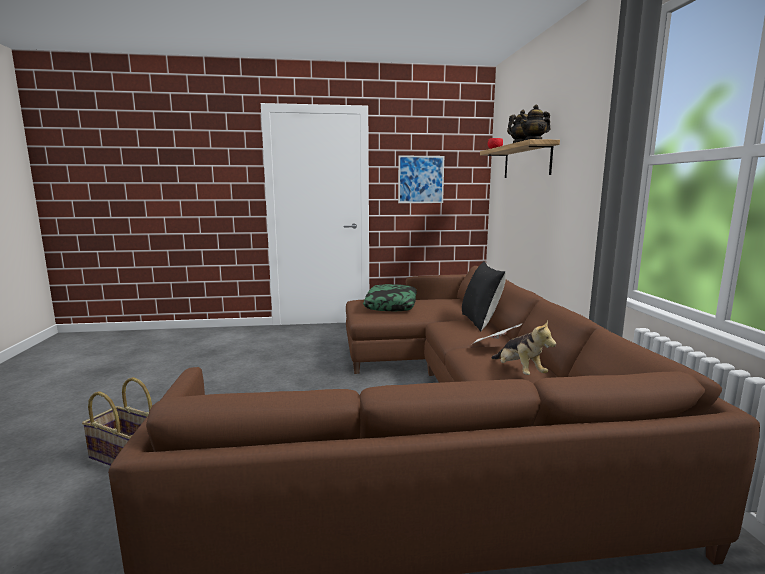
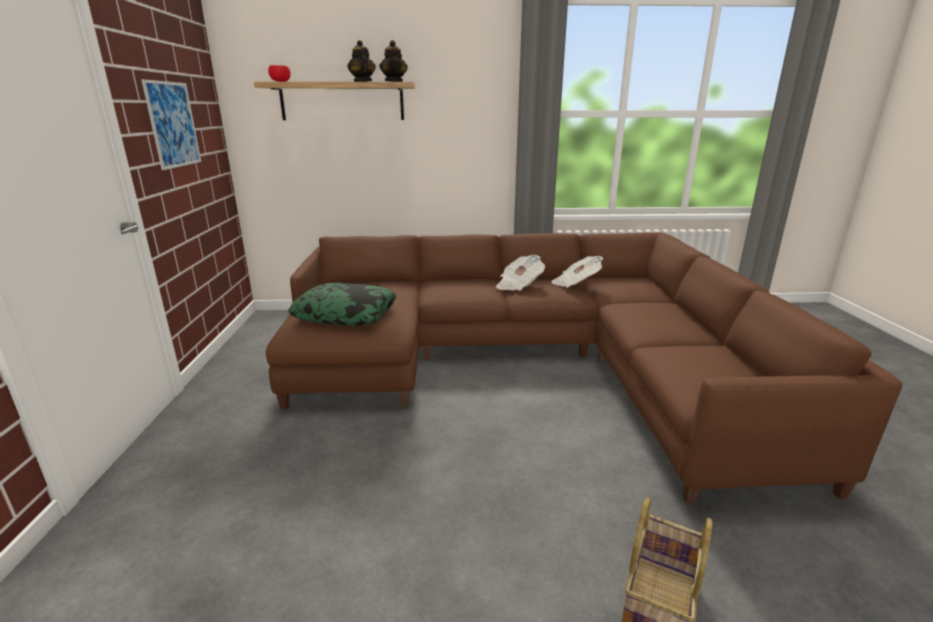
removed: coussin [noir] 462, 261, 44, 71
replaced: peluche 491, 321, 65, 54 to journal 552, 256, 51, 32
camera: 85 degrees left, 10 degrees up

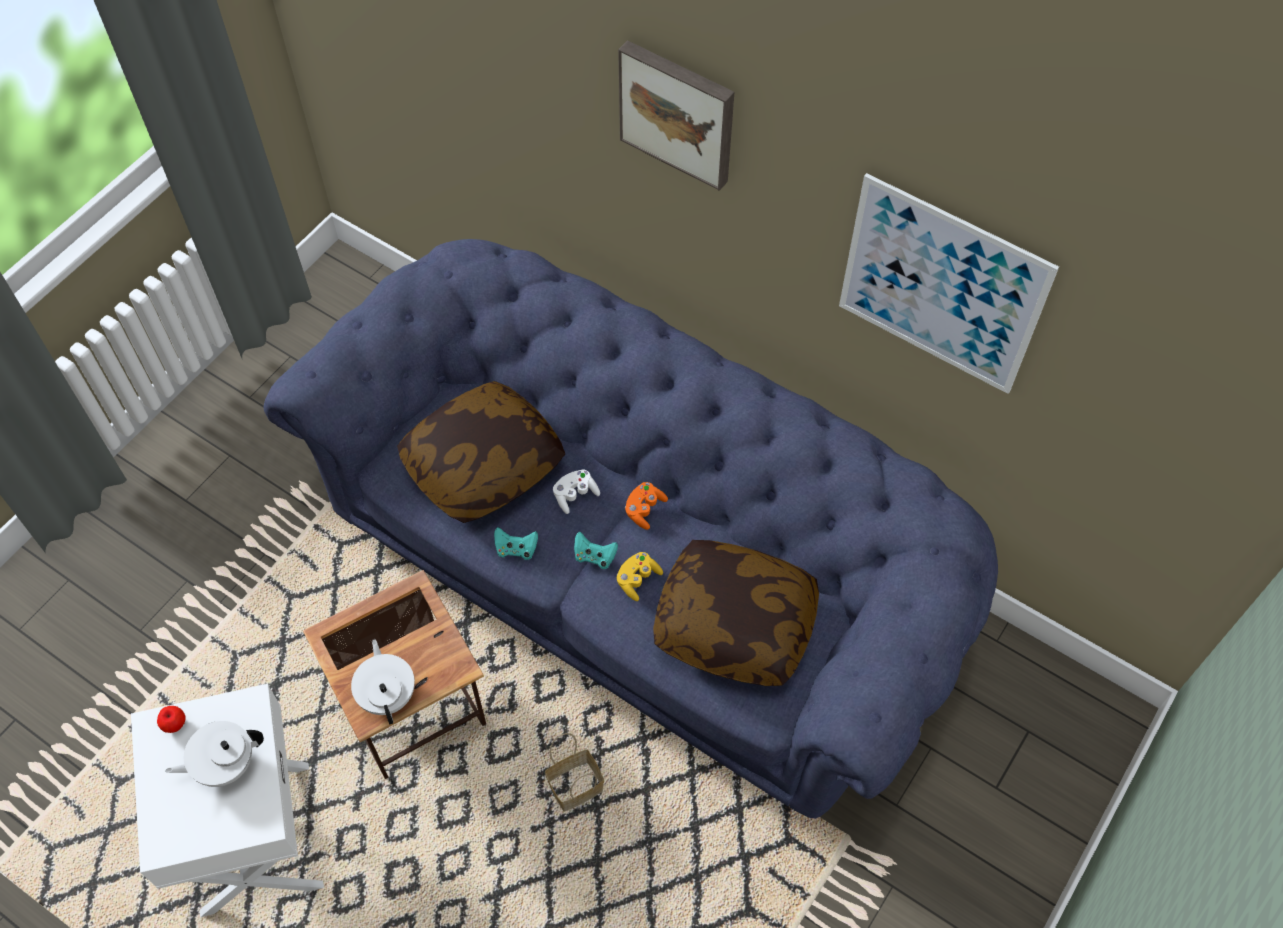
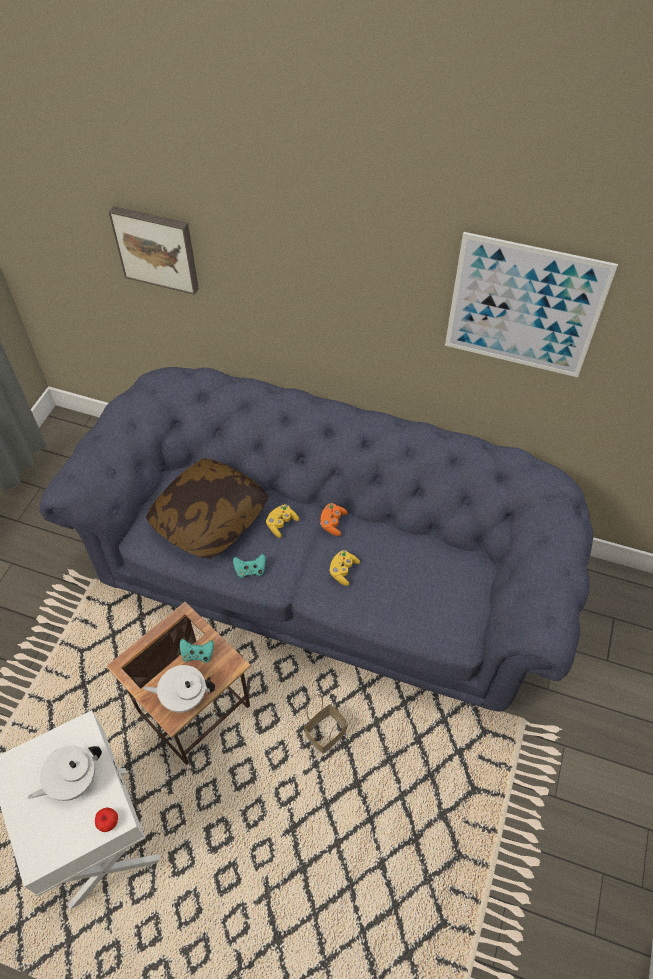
removed: coussin 653, 540, 166, 146
moved: tableau 618, 40, 116, 151 to 109, 206, 90, 89; manette [turquoise] 574, 532, 44, 37 to 180, 639, 34, 24; pomme 157, 706, 29, 27 to 95, 808, 23, 24
recoloured: manette [blanc] 553, 469, 47, 45 to manette [jaune] 266, 505, 33, 33
turned: théière [blanc] 351, 639, 64, 85 = 143, 665, 72, 48 60 degrees counterclockwise
camera: 15 degrees left, 5 degrees down

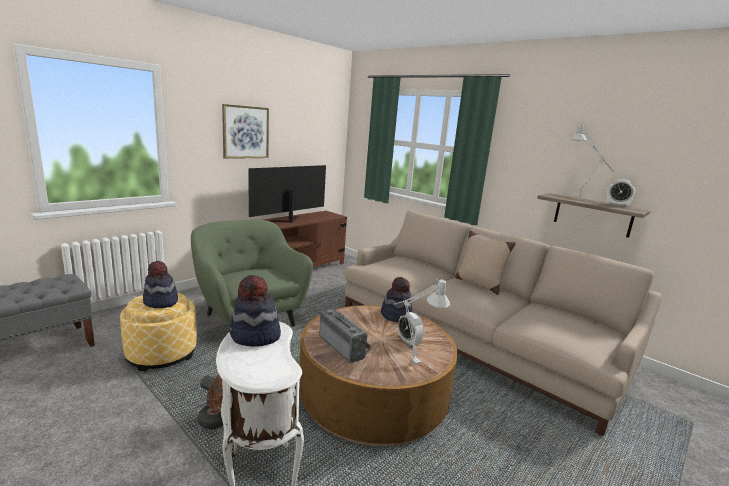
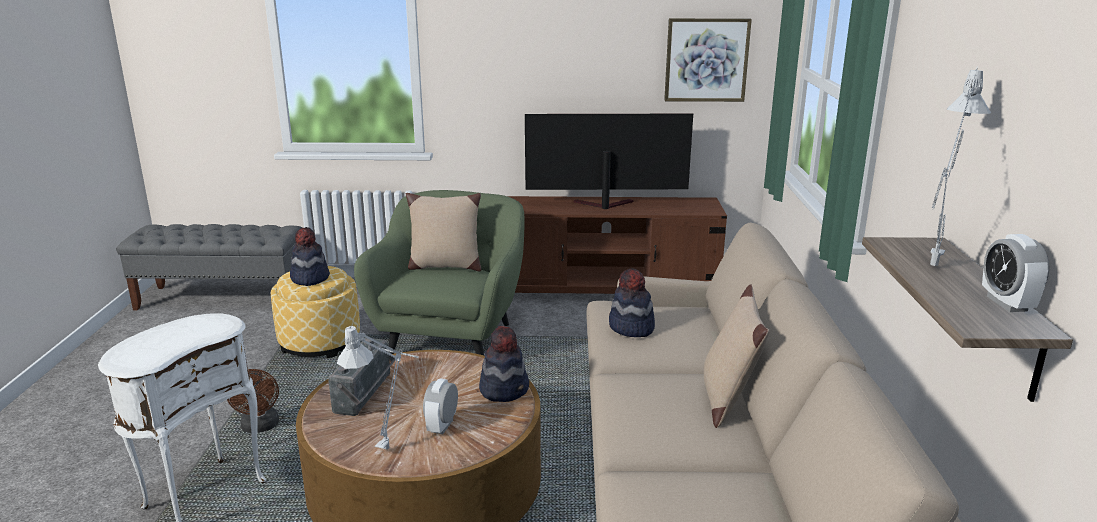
added: coussin [beige] 406, 193, 75, 79
moved: tableau 222, 104, 47, 55 to 664, 18, 88, 84; chapeau 230, 275, 51, 72 to 609, 268, 46, 69
camera: 50 degrees right, 5 degrees up

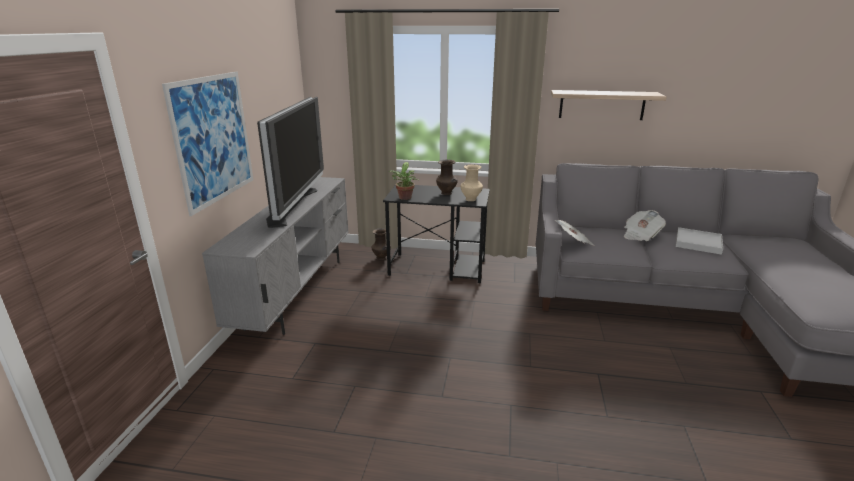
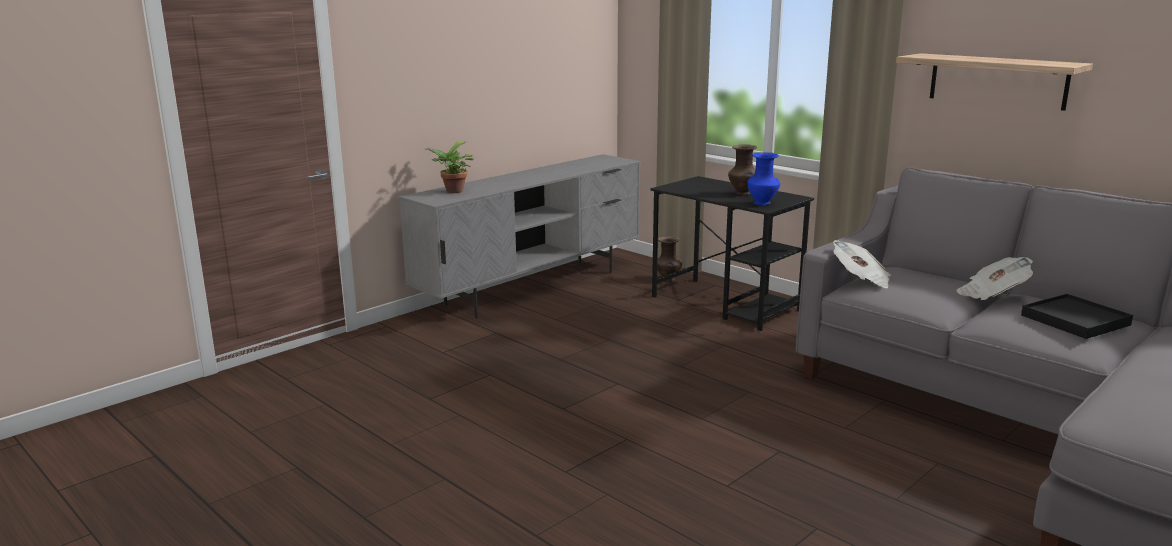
removed: tableau 162, 72, 91, 144; téléviseur 257, 97, 67, 131
moved: plante en pot 389, 162, 29, 38 to 424, 142, 50, 51
recoloured: vase [beige] 461, 164, 22, 37 to vase [bleu] 747, 152, 33, 53; plateau [blanc] 676, 227, 47, 28 to plateau [noir] 1021, 294, 112, 45
camera: 35 degrees right, 5 degrees down

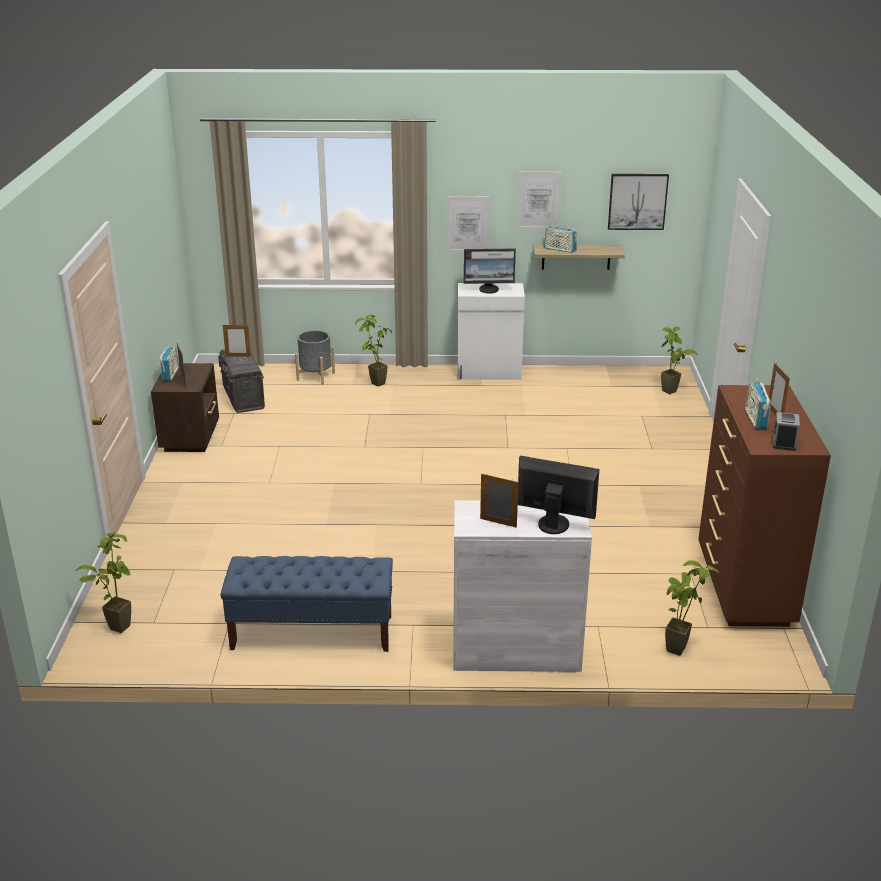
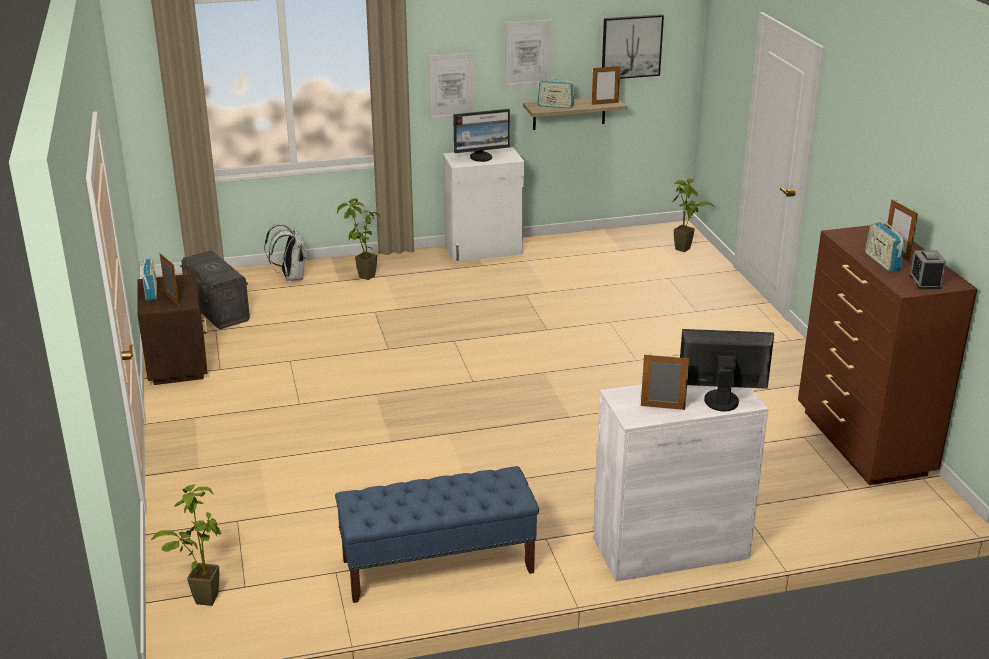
removed: plante en pot 665, 560, 55, 96
moved: cadre photo 223, 325, 28, 32 to 592, 65, 28, 40
replaced: cache-pot [gris] 295, 330, 40, 55 to sac à dos [blanc] 264, 224, 43, 57
camera: 15 degrees left, 0 degrees up

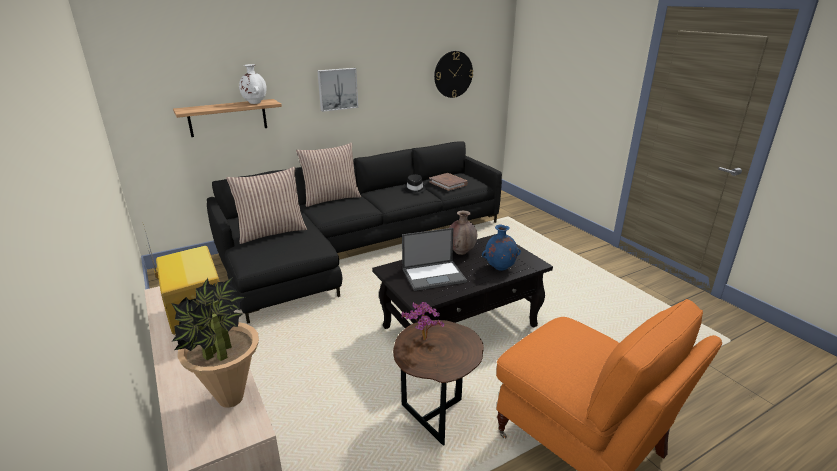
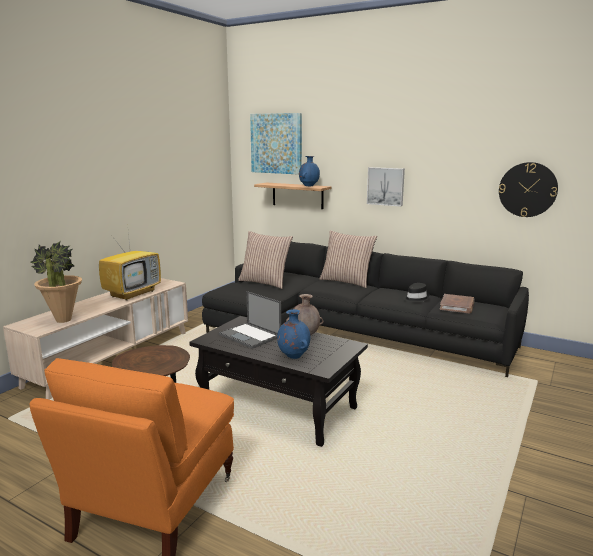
removed: plante en pot 401, 302, 43, 38
added: tableau 250, 113, 52, 62
recoloured: vase [blanc] 239, 64, 28, 40 to vase [bleu] 299, 156, 21, 30
camera: 60 degrees right, 10 degrees down

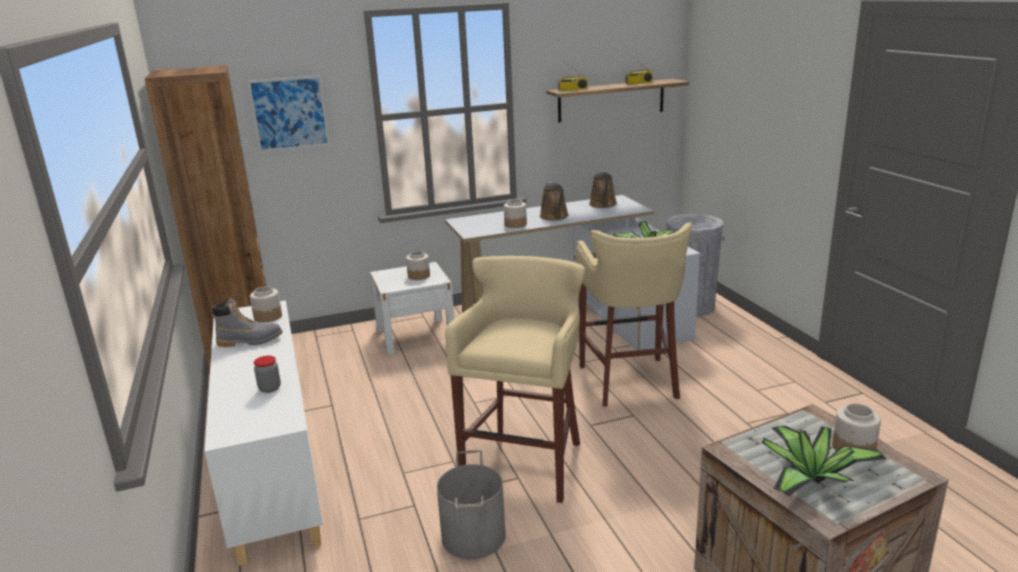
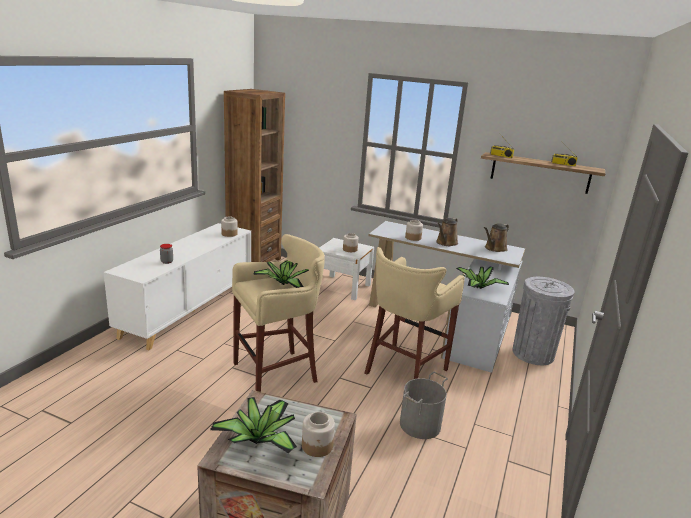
removed: tableau 247, 75, 83, 78; botte [gris] 212, 298, 71, 49
added: plante en pot 253, 260, 56, 28
moved: seau [gris] 437, 450, 69, 109 to 400, 372, 48, 67
camera: 40 degrees right, 0 degrees up

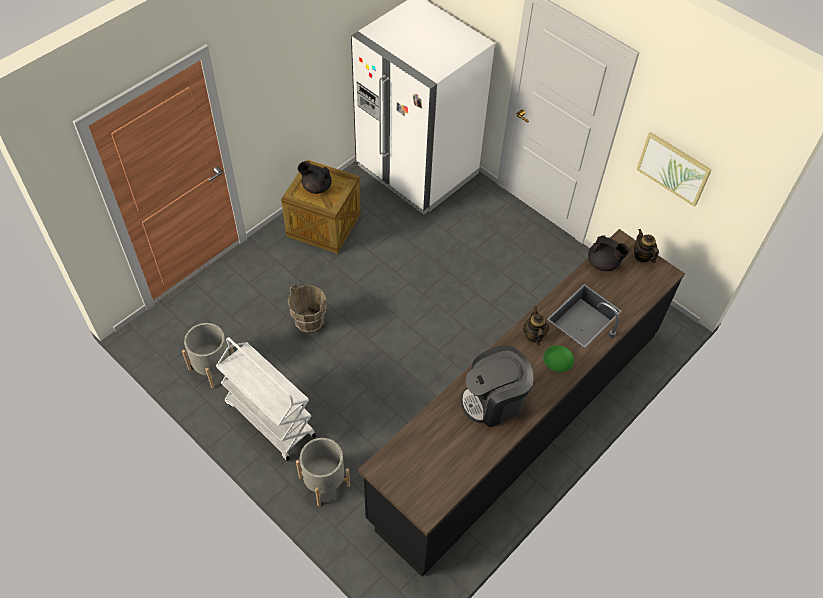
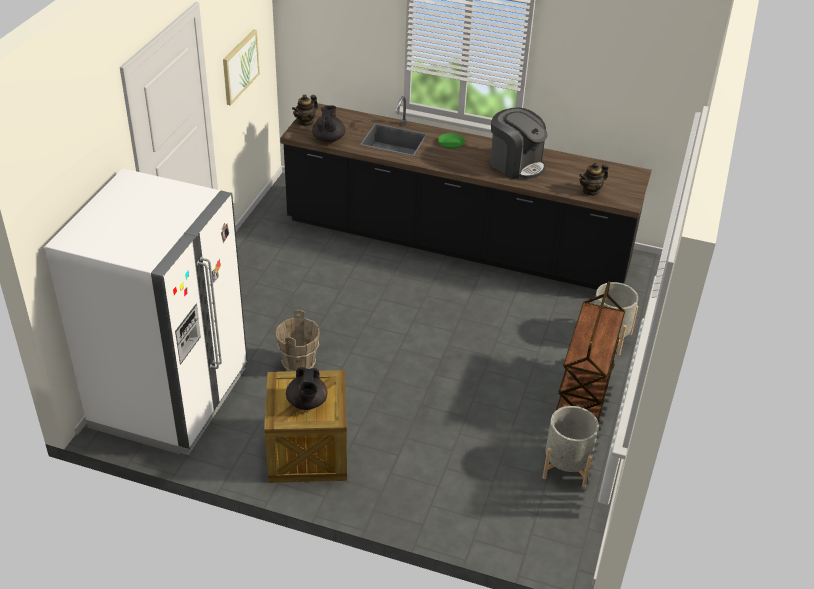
moved: seau [marron] 288, 284, 38, 50 to 275, 310, 45, 61; théière 523, 306, 26, 39 to 579, 163, 29, 33
recoloured: chariot [blanc] 216, 337, 100, 124 to chariot [marron] 556, 281, 69, 142
camera: 115 degrees left, 15 degrees down

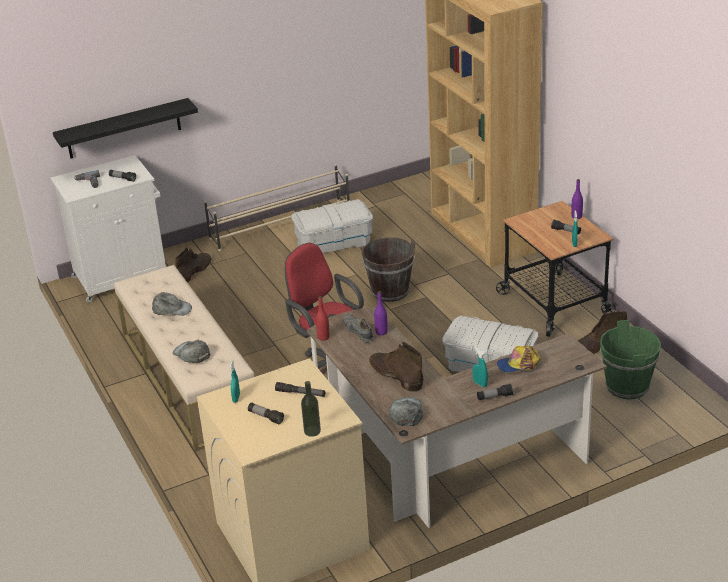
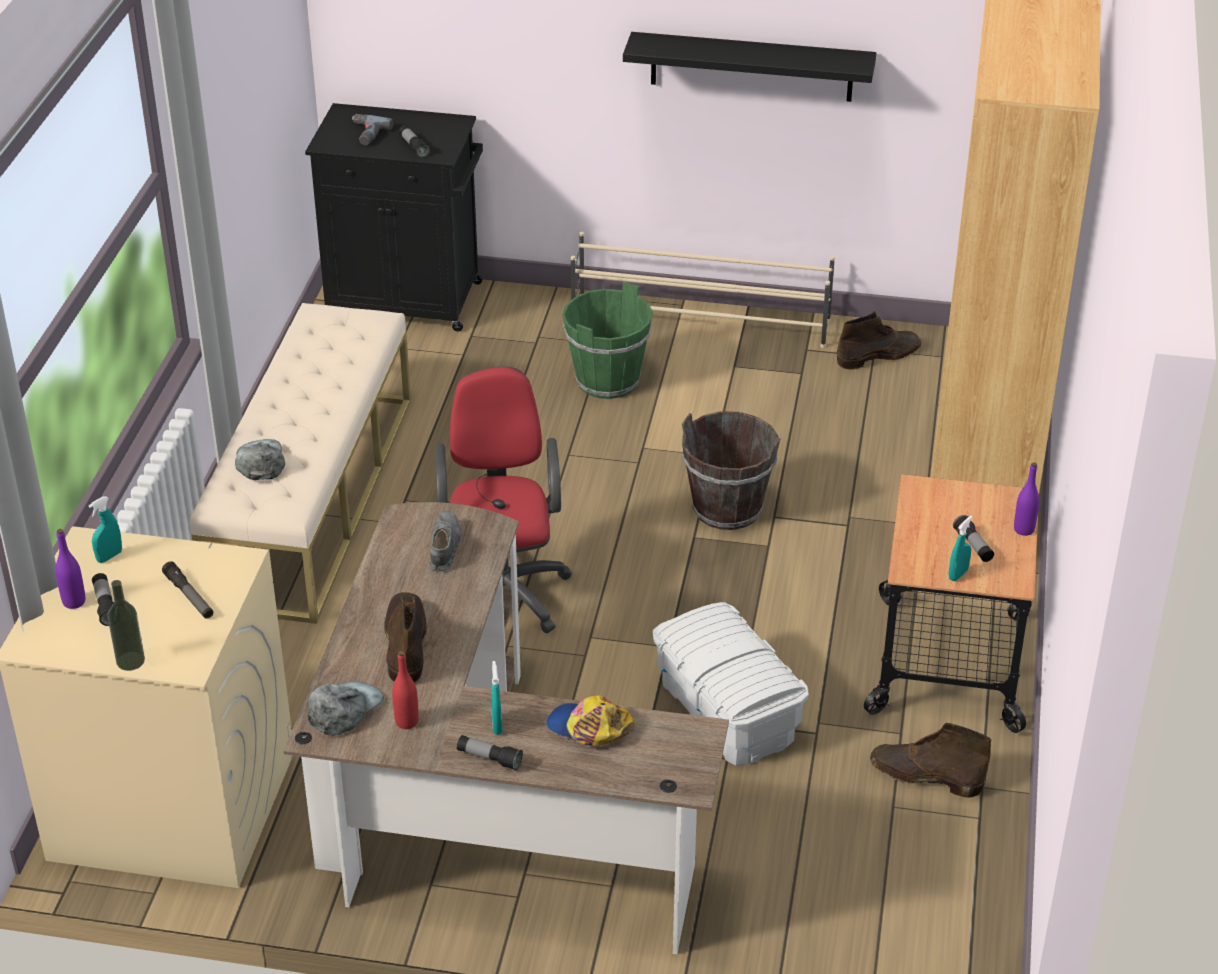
removed: boîte de rangement [blanc] 291, 199, 82, 54; casquette [gris] 152, 292, 40, 24
moved: étagère [noir] 53, 98, 145, 60 to 623, 32, 253, 70; botte [marron] 175, 247, 37, 36 to 837, 311, 84, 59; bouteille [violet] 374, 291, 14, 44 to 55, 529, 30, 80; bouteille [rouge] 316, 296, 14, 45 to 392, 651, 27, 78; seau [vert] 600, 320, 61, 79 to 562, 282, 91, 117
recoloured: meuble de rangement [blanc] 51, 155, 115, 148 to meuble de rangement [noir] 305, 103, 178, 229
camera: 35 degrees right, 5 degrees up

